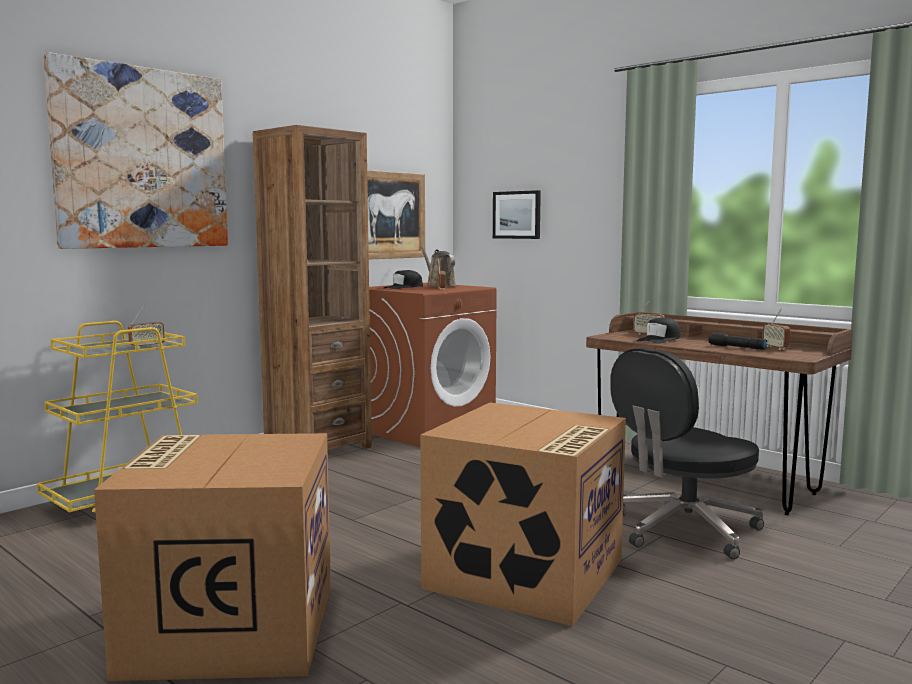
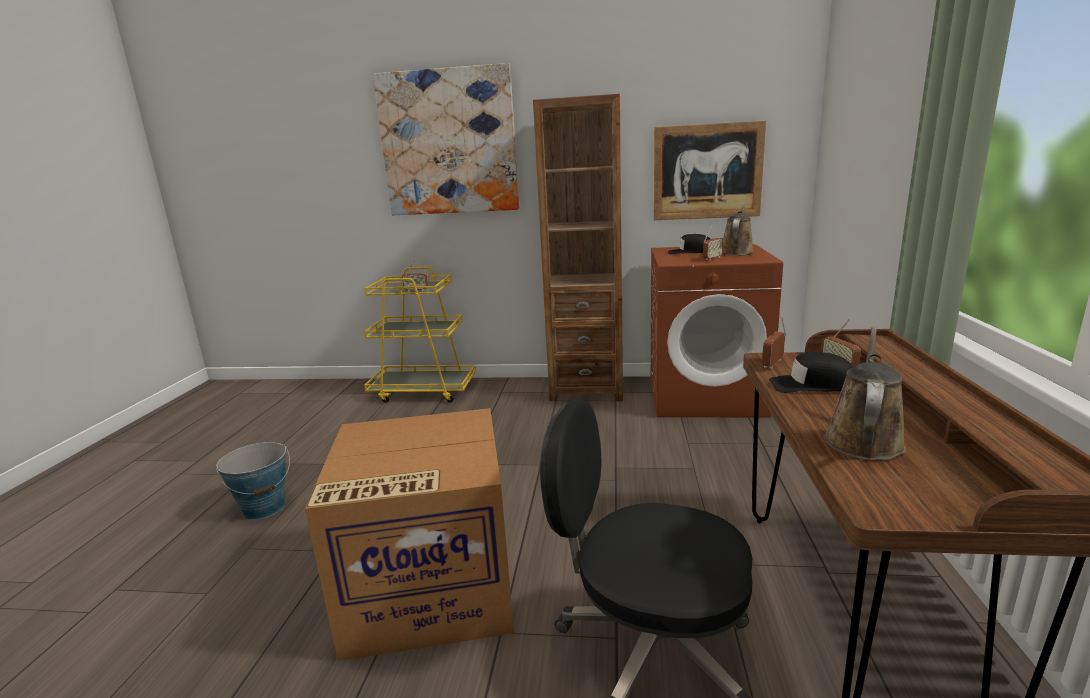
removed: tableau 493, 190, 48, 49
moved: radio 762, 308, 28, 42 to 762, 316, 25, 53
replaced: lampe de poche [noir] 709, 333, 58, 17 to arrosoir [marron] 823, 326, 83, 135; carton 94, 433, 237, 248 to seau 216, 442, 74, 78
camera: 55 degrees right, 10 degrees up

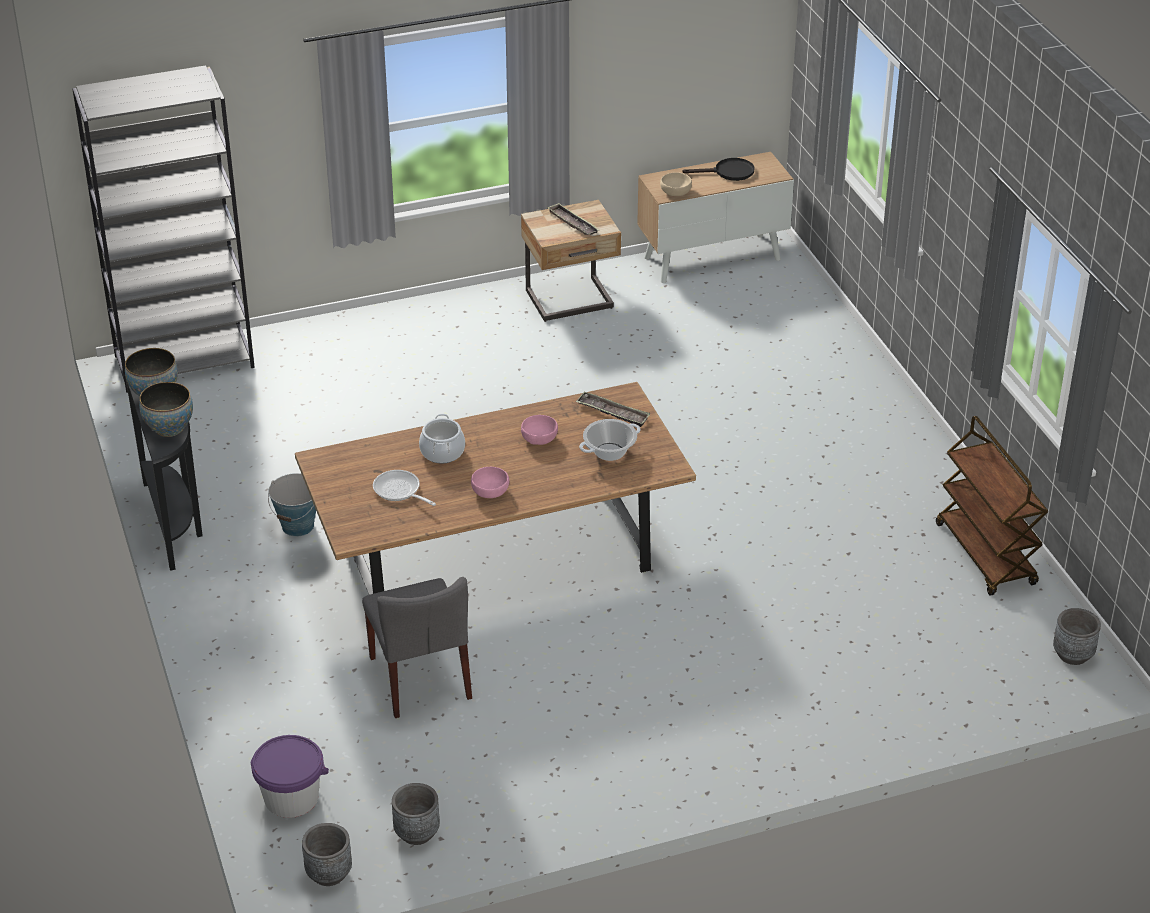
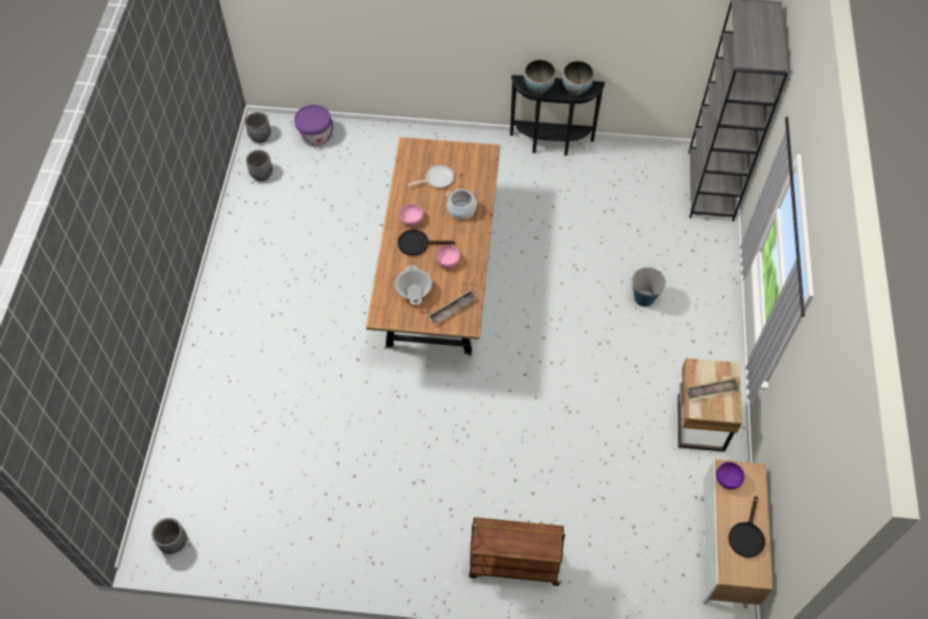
removed: chaise [gris] 362, 577, 110, 141
added: poêle [noir] 398, 230, 57, 26
moved: chariot [marron] 936, 416, 112, 180 to 469, 517, 96, 69; seau 268, 473, 48, 64 to 630, 267, 36, 40
recoloured: bol [beige] 660, 172, 32, 24 to bol [violet] 716, 462, 29, 27
camera: 115 degrees right, 20 degrees up

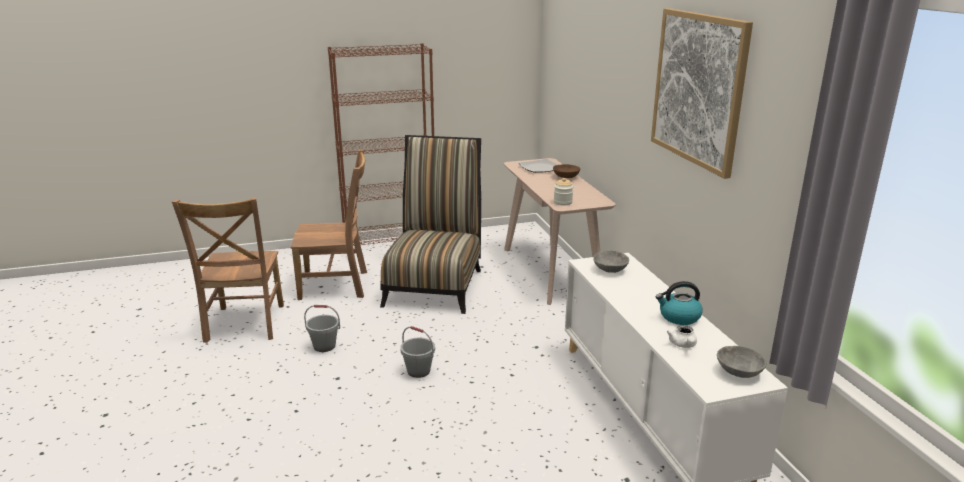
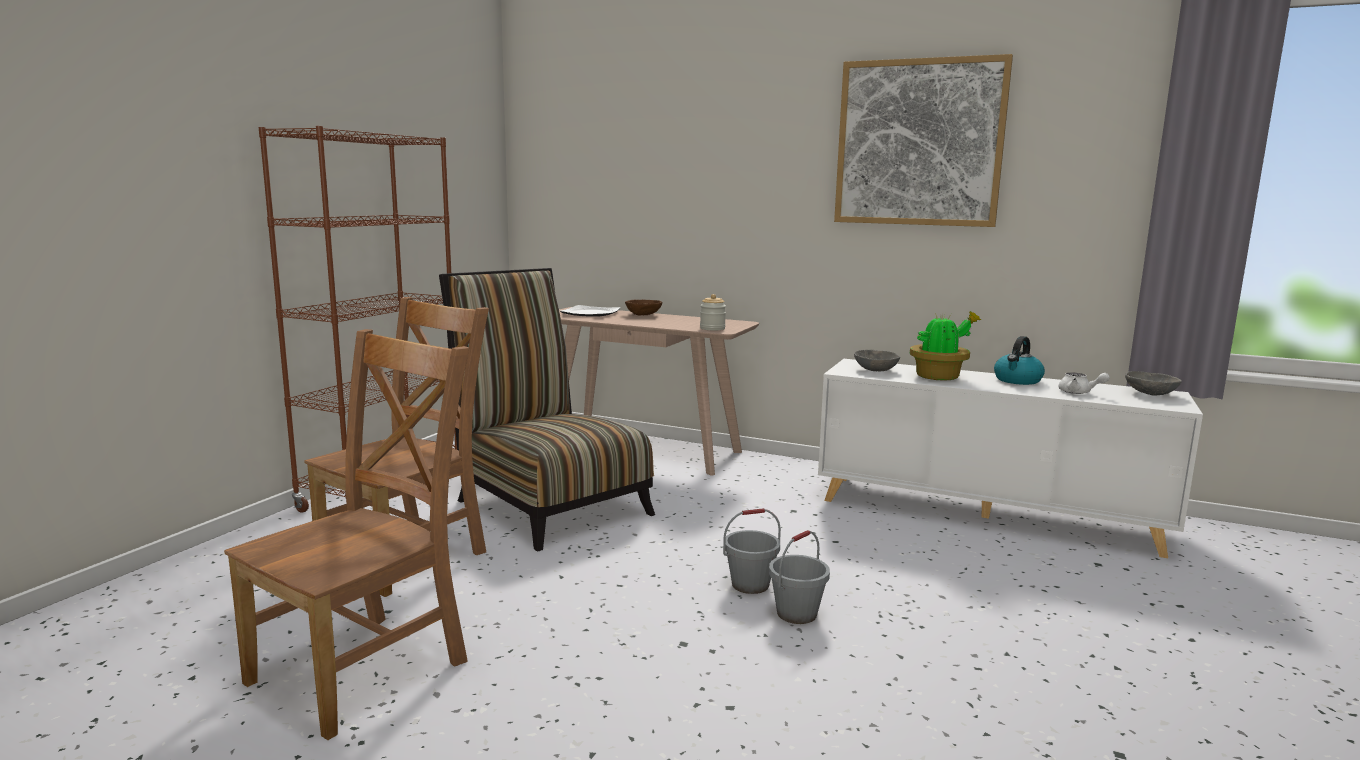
added: plante en pot 910, 311, 71, 69
moved: seau [gris] 304, 305, 36, 47 to 769, 530, 61, 94
turned: chaise [marron] 172, 197, 112, 146 = 224, 329, 245, 411 90 degrees counterclockwise
camera: 50 degrees left, 10 degrees down

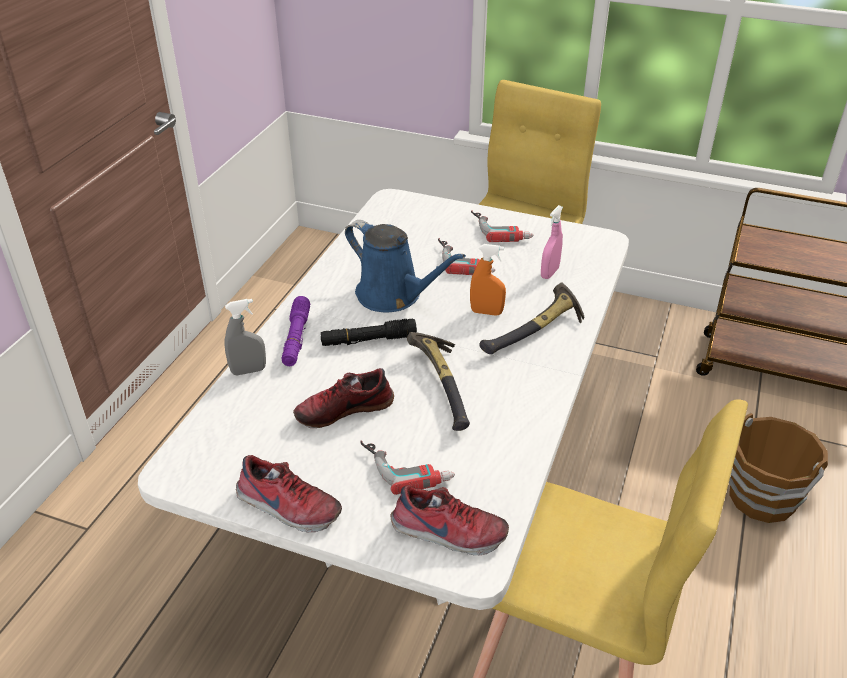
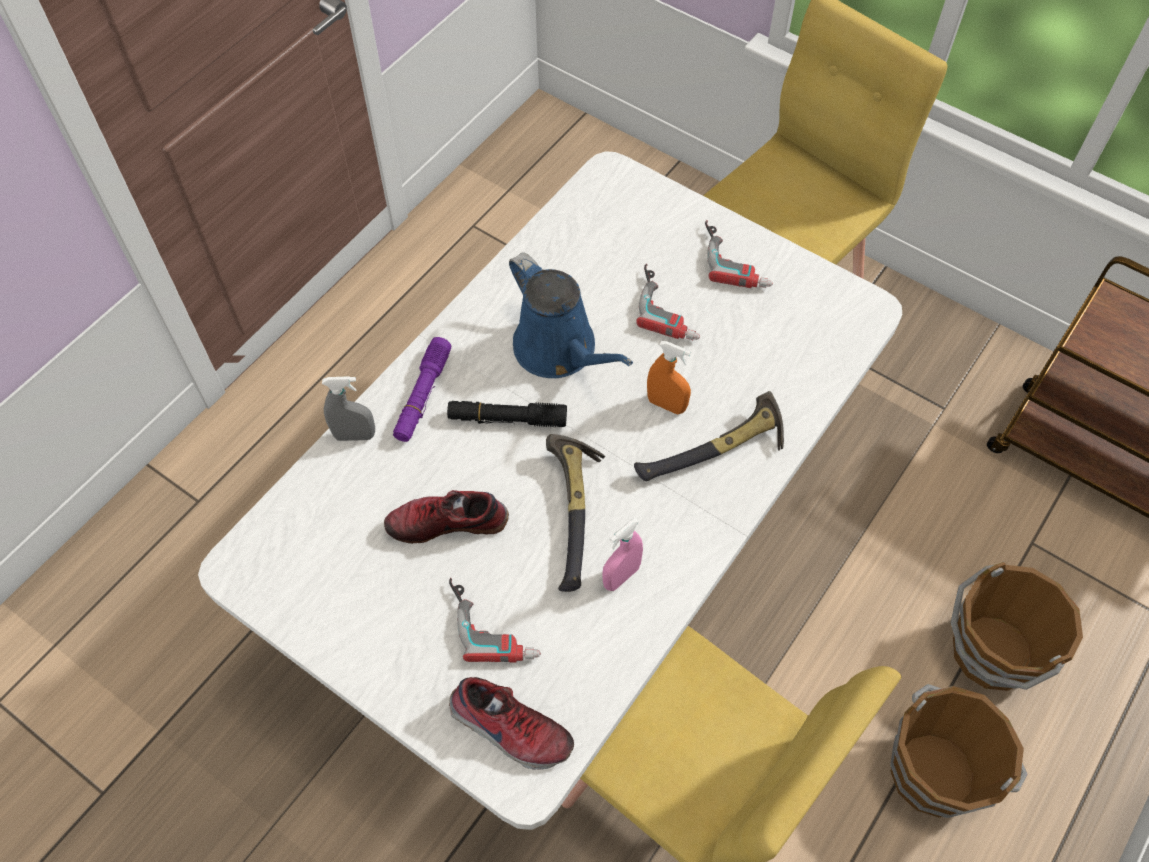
removed: chaussure 236, 455, 106, 78
added: seau [marron] 890, 684, 137, 134
moved: vaporisateur [rose] 541, 205, 22, 74 to 602, 518, 41, 73
camera: 15 degrees right, 20 degrees up

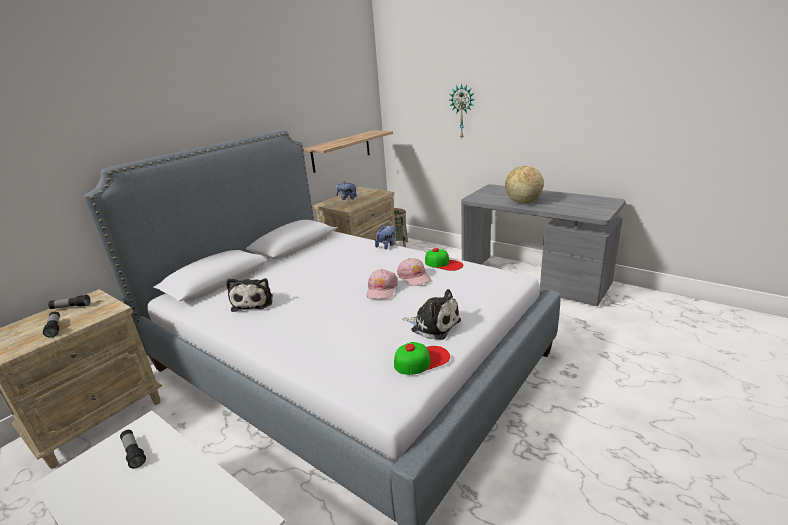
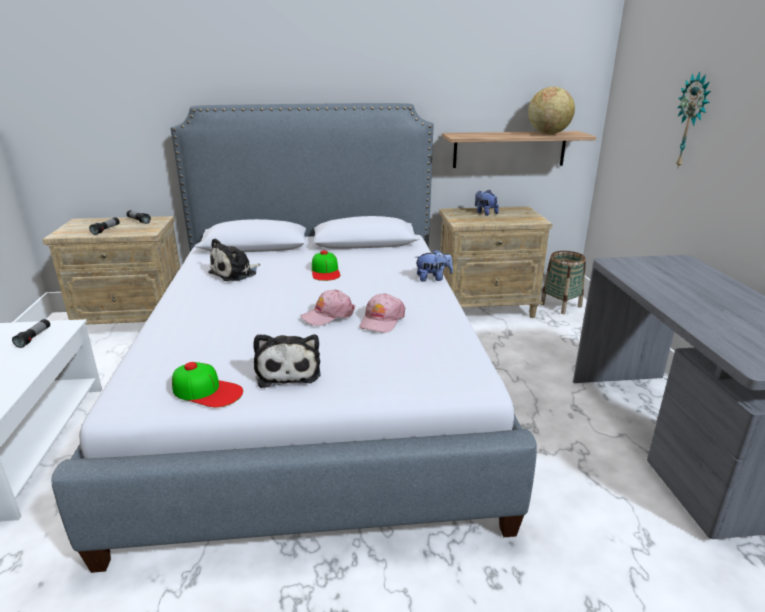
moved: globe 505, 166, 39, 37 to 528, 87, 47, 47; casquette 425, 248, 38, 23 to 312, 251, 28, 30
camera: 45 degrees right, 0 degrees up

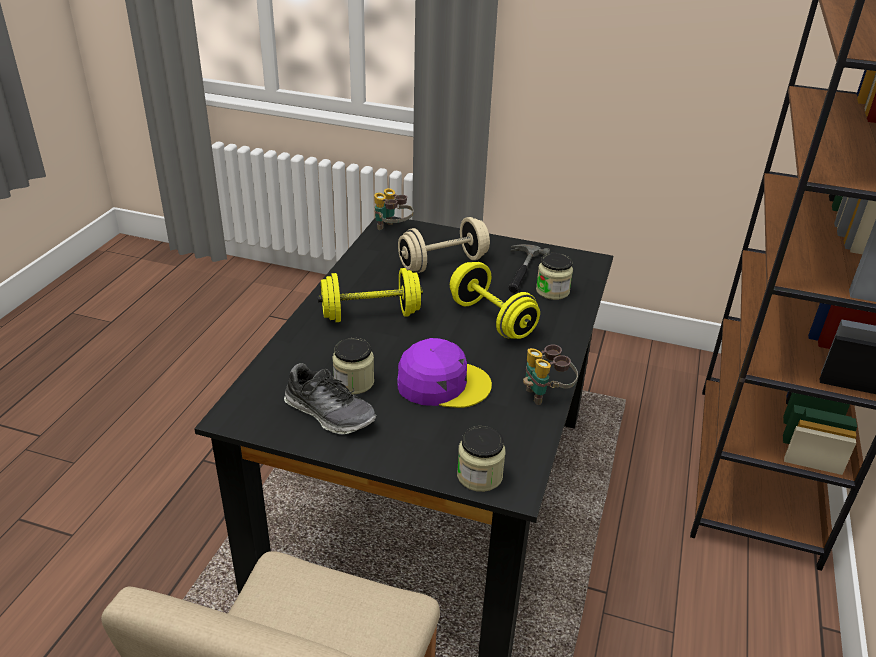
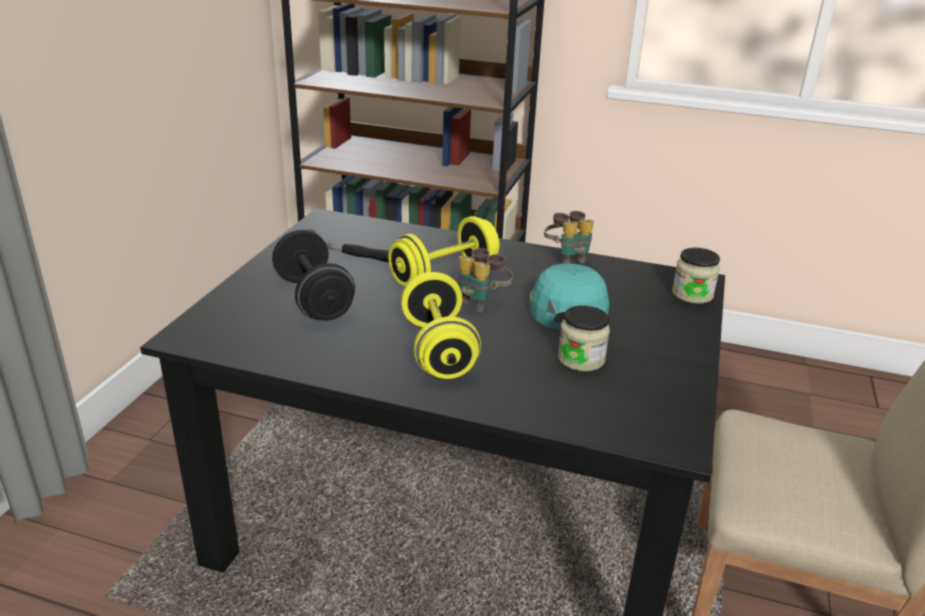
removed: bocal 536, 253, 37, 47; chaussure 284, 363, 93, 71
moved: jumelles 374, 188, 39, 42 to 459, 248, 54, 65
recoloured: haltère [beige] 398, 217, 92, 56 to haltère [noir] 272, 230, 83, 90; casquette [violet] 397, 338, 95, 70 to casquette [turquoise] 530, 263, 79, 67
camera: 90 degrees left, 5 degrees down

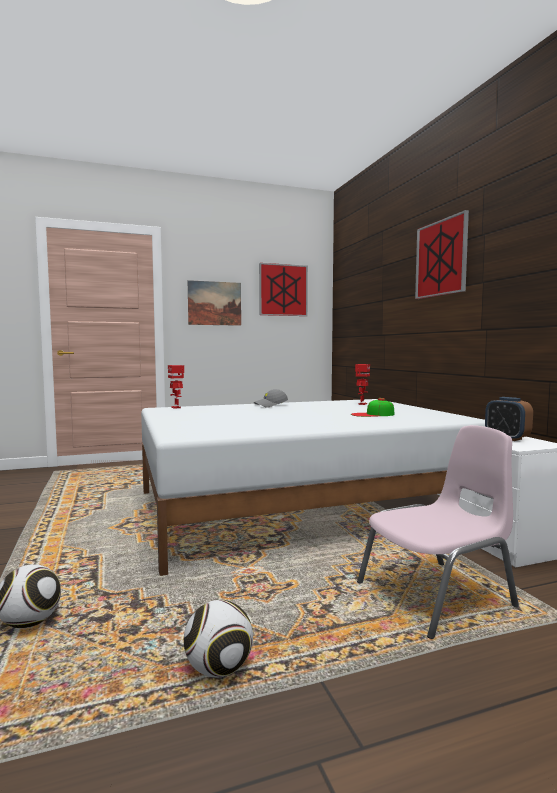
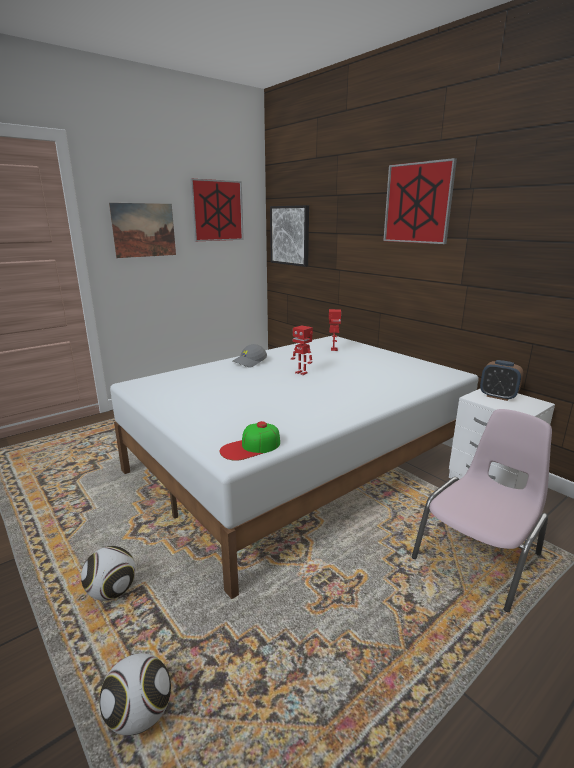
added: tableau 270, 205, 39, 62
moved: robot jouet 168, 365, 16, 44 to 291, 325, 22, 50; casquette 351, 398, 43, 19 to 220, 421, 60, 40; ballon de foot 184, 600, 69, 78 to 81, 546, 55, 55
camera: 20 degrees left, 15 degrees up

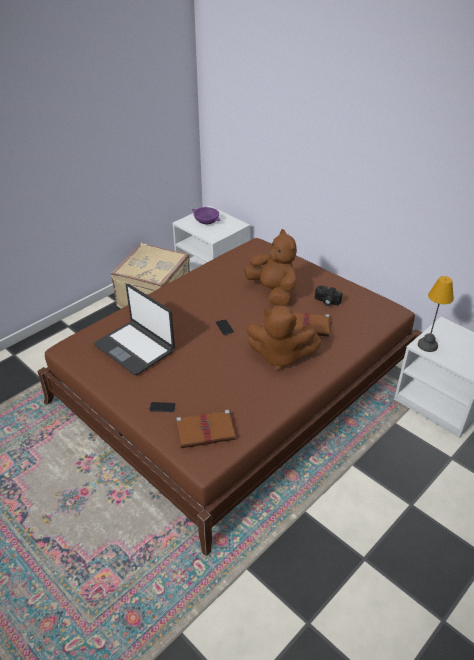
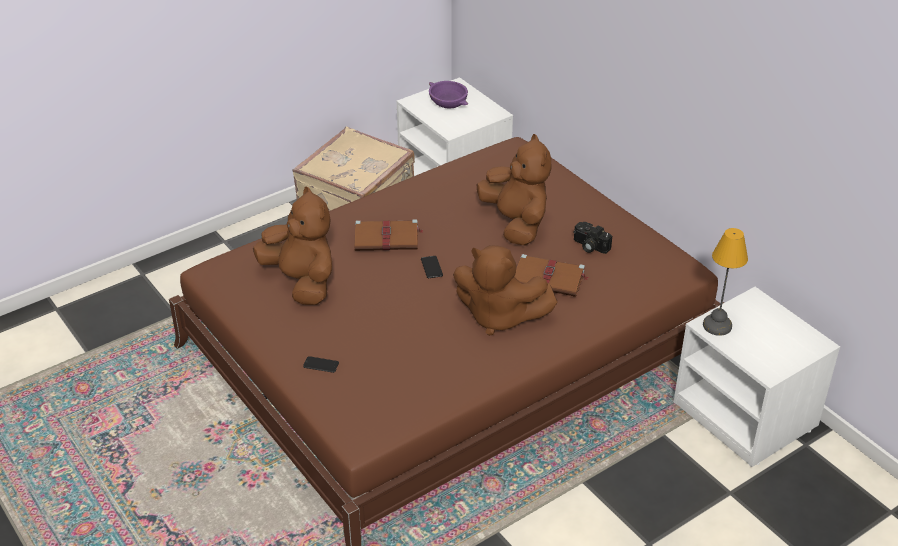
moved: livre [marron] 176, 410, 60, 38 to 354, 219, 70, 32
replaced: ordinateur portable 94, 284, 81, 91 to peluche [marron] 253, 187, 79, 118
camera: 10 degrees right, 0 degrees up

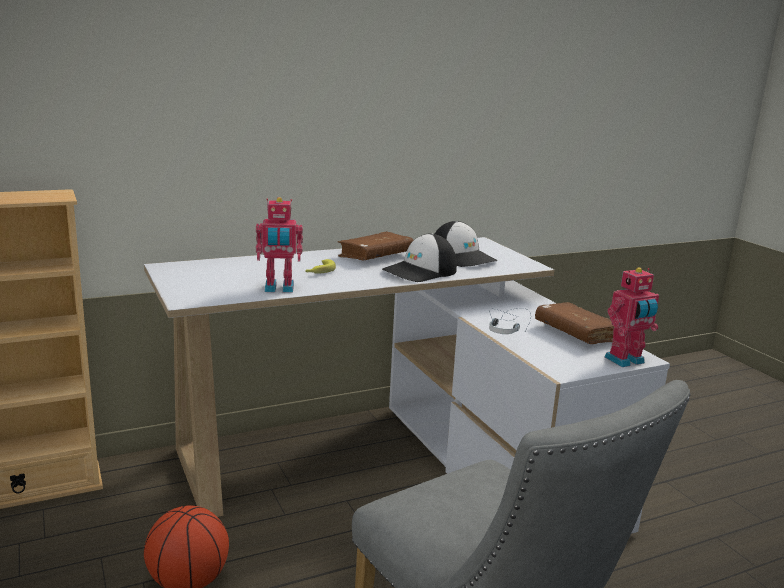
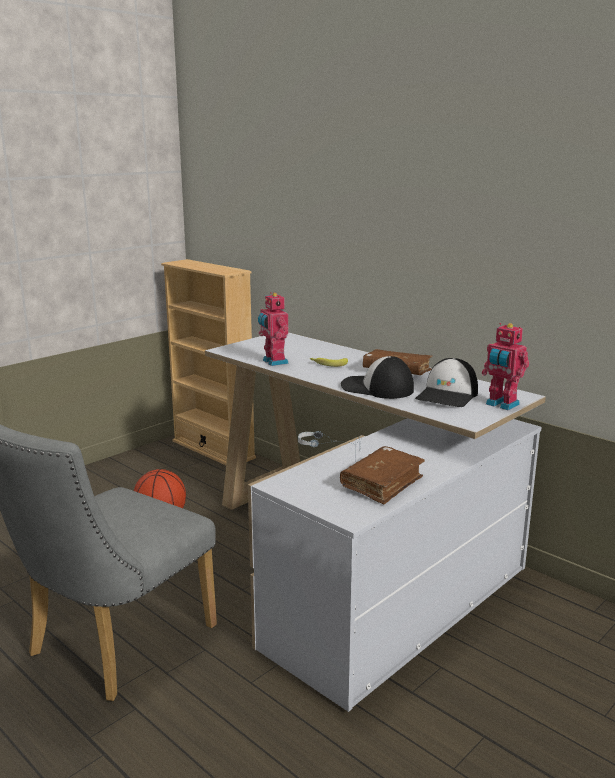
moved: robot jouet 605, 267, 54, 100 to 482, 323, 47, 87
camera: 70 degrees right, 0 degrees up

